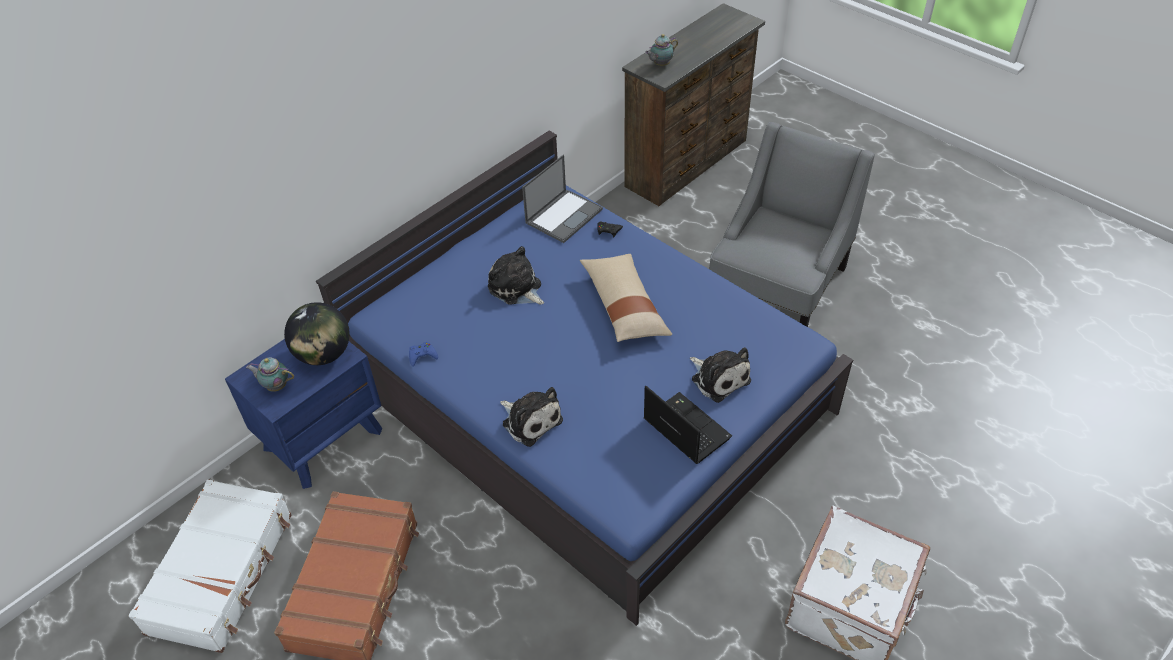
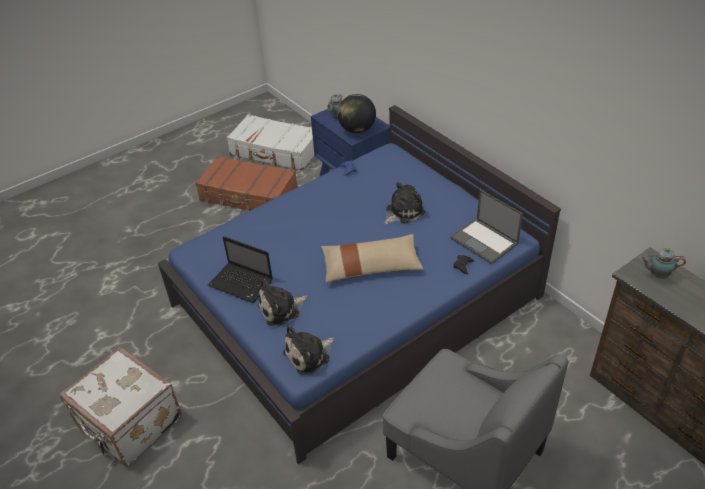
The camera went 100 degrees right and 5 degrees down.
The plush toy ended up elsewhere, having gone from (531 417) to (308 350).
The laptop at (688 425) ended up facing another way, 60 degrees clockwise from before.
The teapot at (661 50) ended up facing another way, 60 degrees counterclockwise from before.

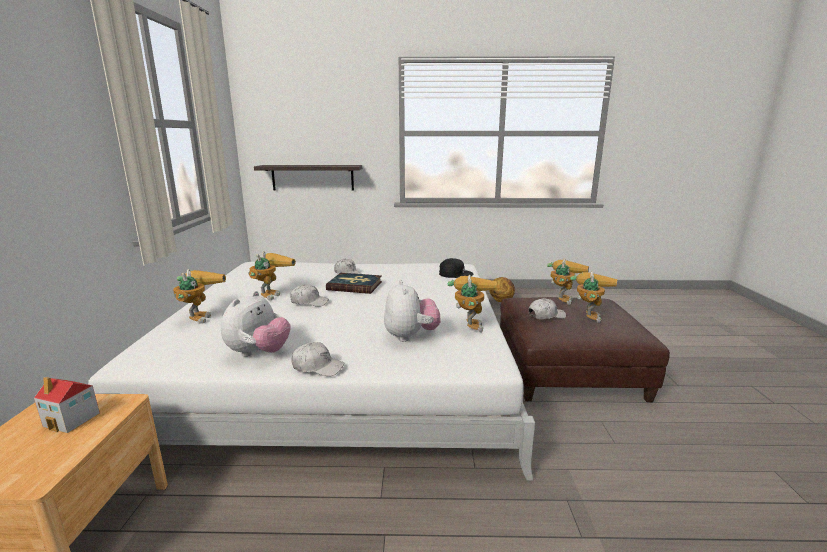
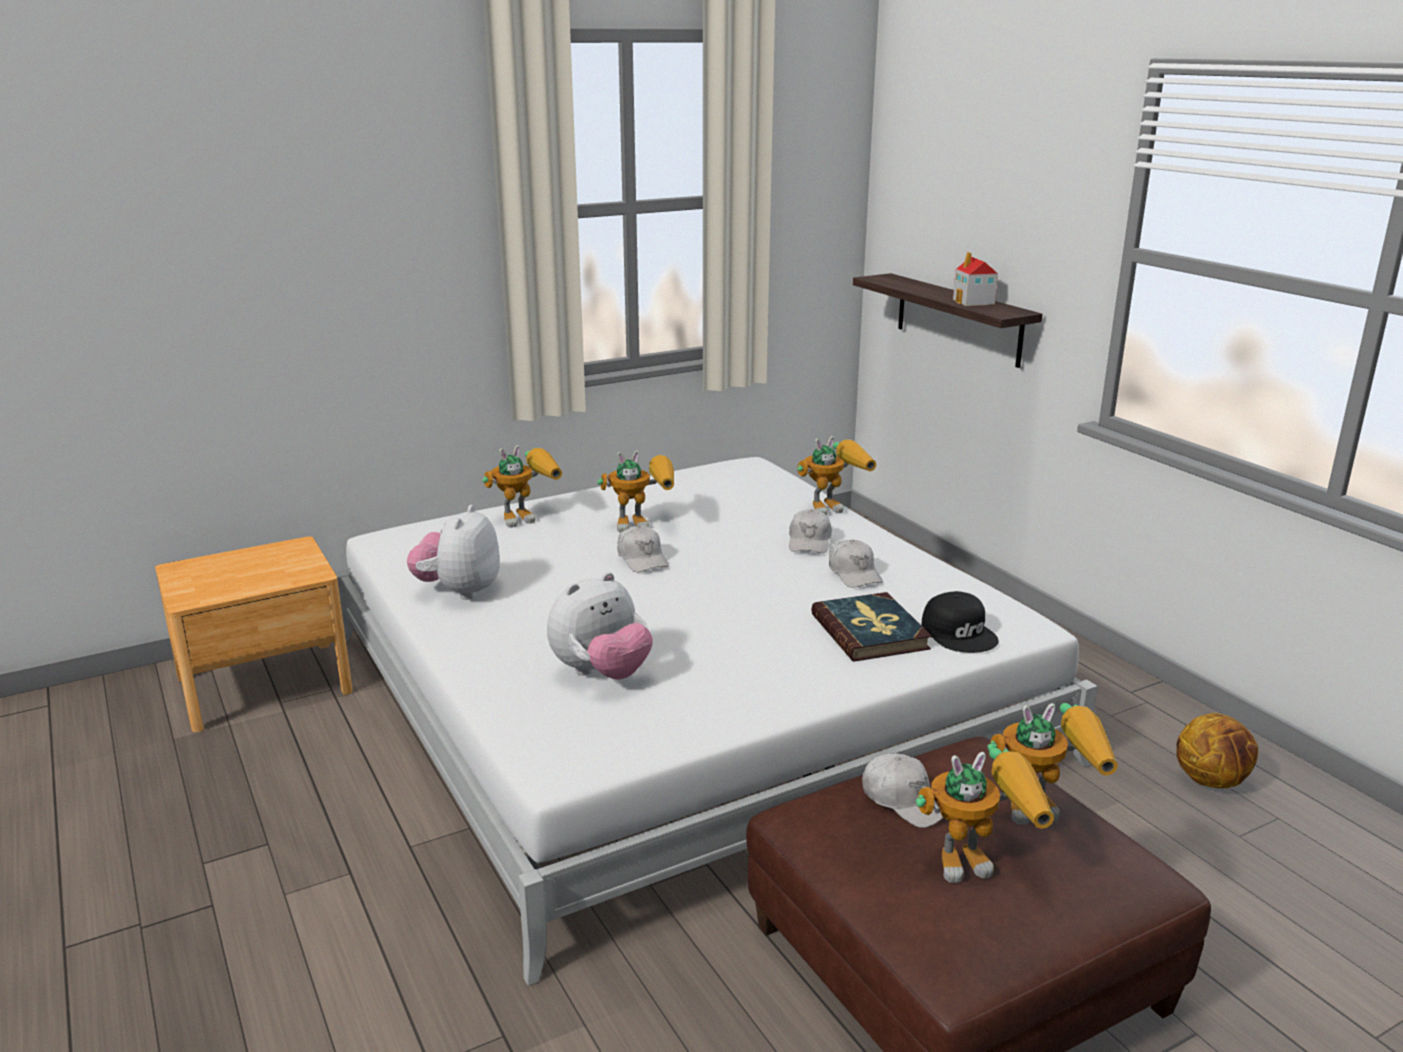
The camera went 60 degrees right and 5 degrees up.
The toy house ended up elsewhere, having gone from (67 405) to (975 279).
The plush toy at (256 324) ended up facing another way, 105 degrees clockwise from before.
The cap (white) ended up elsewhere, having gone from (318 359) to (856 564).
The book ended up elsewhere, having gone from (354 283) to (871 627).
The toy robot ended up elsewhere, having gone from (472 303) to (836 475).

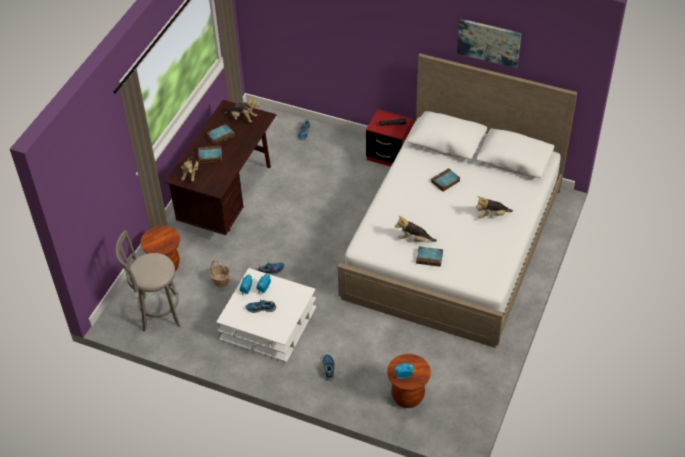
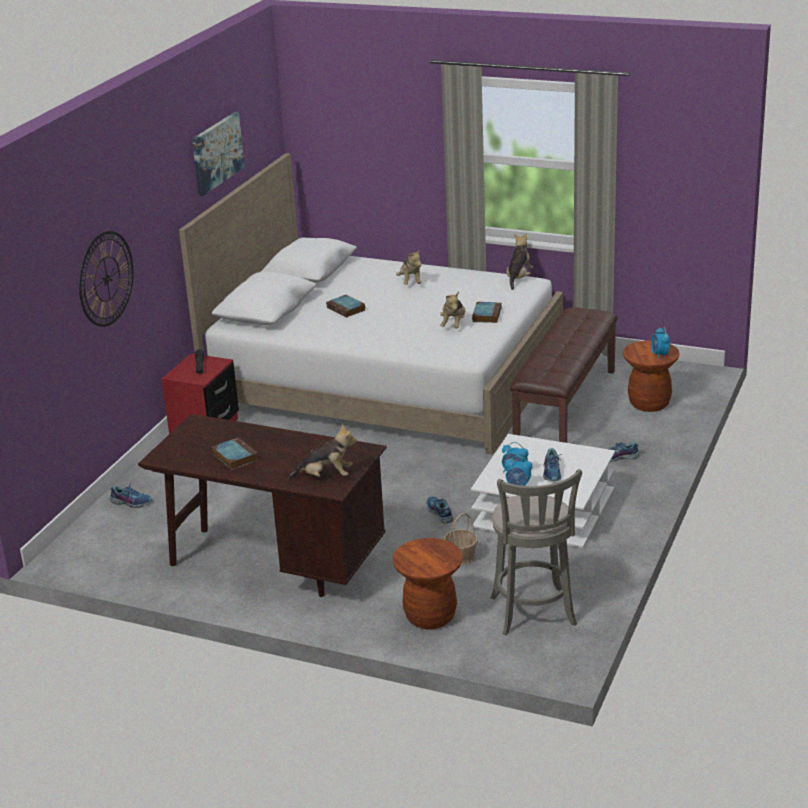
The camera went 90 degrees left and 20 degrees down.
The second view lost the book at (210 154).
The plush toy ended up elsewhere, having gone from (242 108) to (519 262).
The second view gained the wall clock at (106 279).
The second view gained the bench (brown) at (564 375).

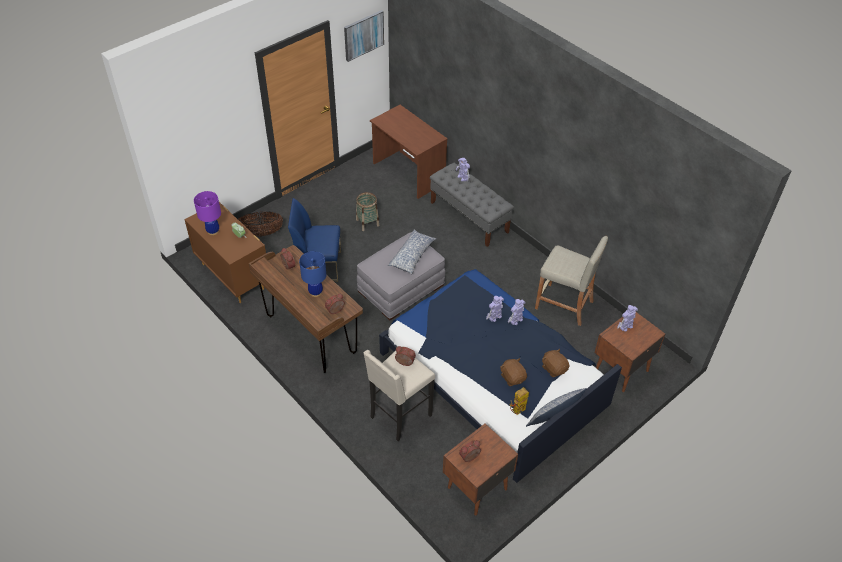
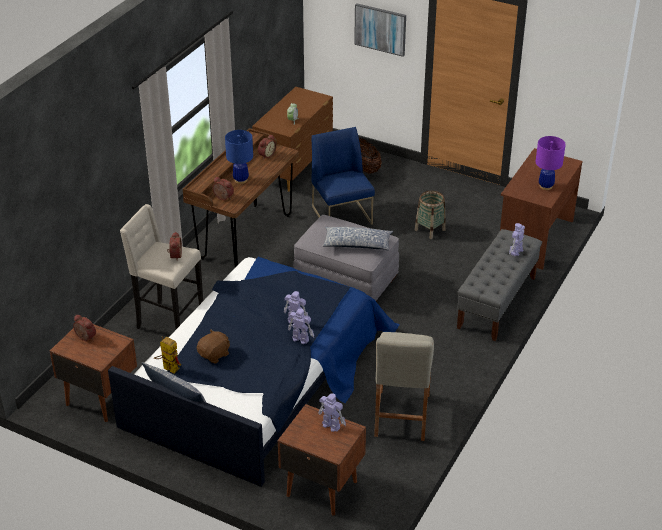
The camera went 70 degrees right and 10 degrees down.
The table lamp (purple) ended up elsewhere, having gone from (207 213) to (551 163).
The picture ended up elsewhere, having gone from (364 36) to (380 30).
The second view lost the plush toy (brown) at (555 363).

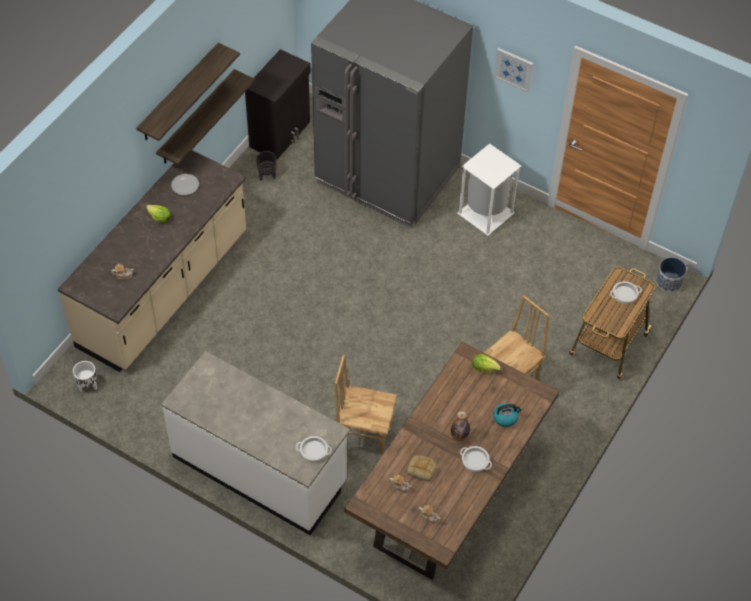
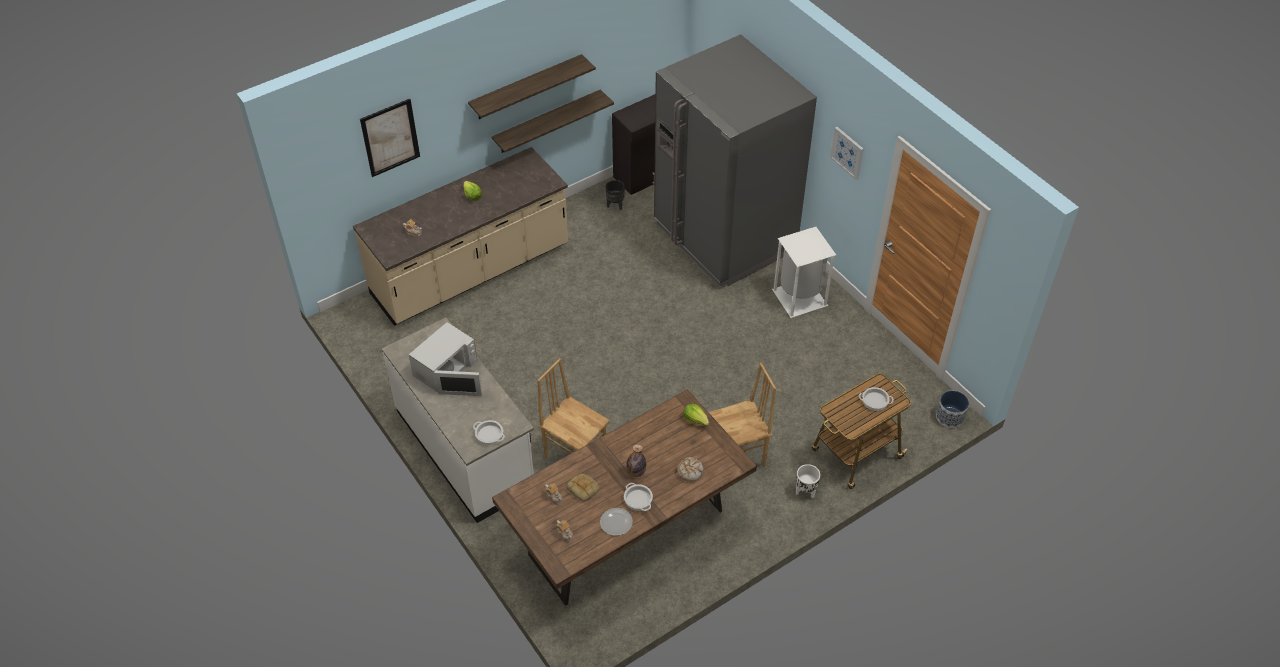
The camera went 25 degrees right and 5 degrees down.
The planter (white) ended up elsewhere, having gone from (85 376) to (808 481).
The plate ended up elsewhere, having gone from (185 184) to (616 522).
Where the kettle stood at (508 415), the bread came to stand at (690 469).
The second view gained the picture at (390 138).
The second view gained the microwave (white) at (445 359).

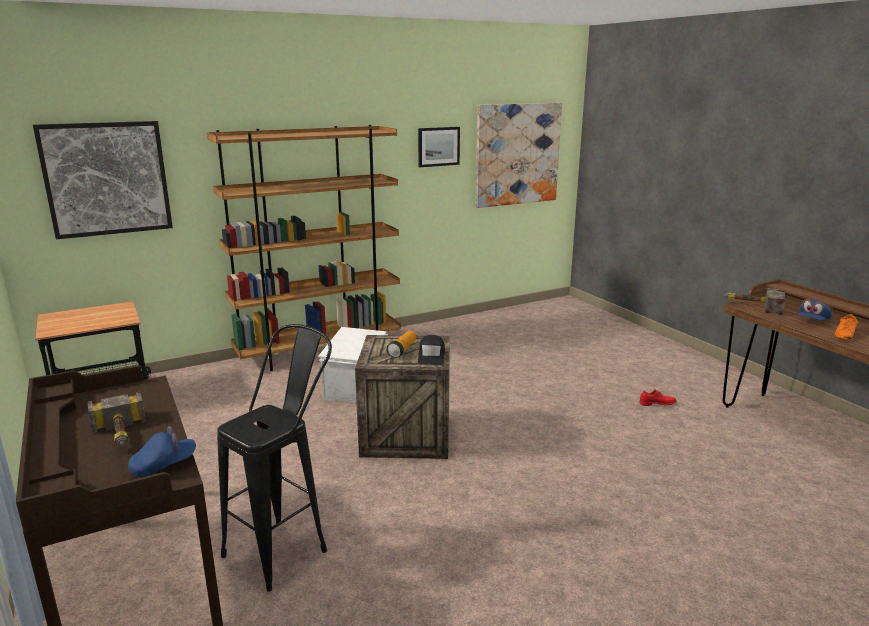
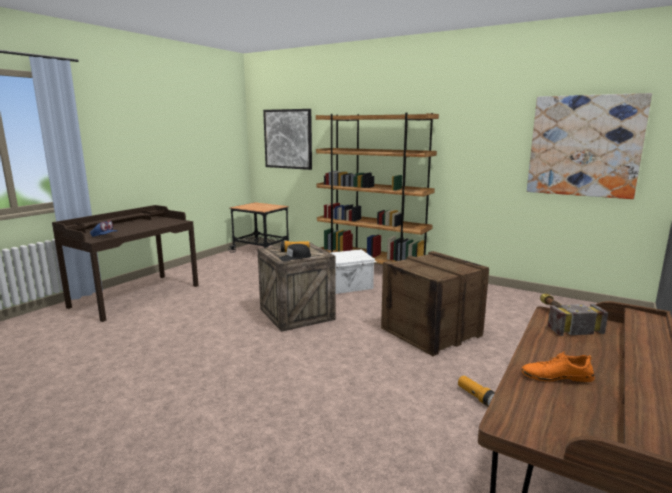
The camera went 60 degrees right and 5 degrees down.
The second view lost the hammer at (117 419).
The second view lost the stool (black) at (274 458).
The second view lost the picture at (439 147).
Where the shoe (red) stood at (658 397), the flashlight came to stand at (476 391).
The second view lost the cap (blue) at (814 310).
The second view gained the crate at (435 303).

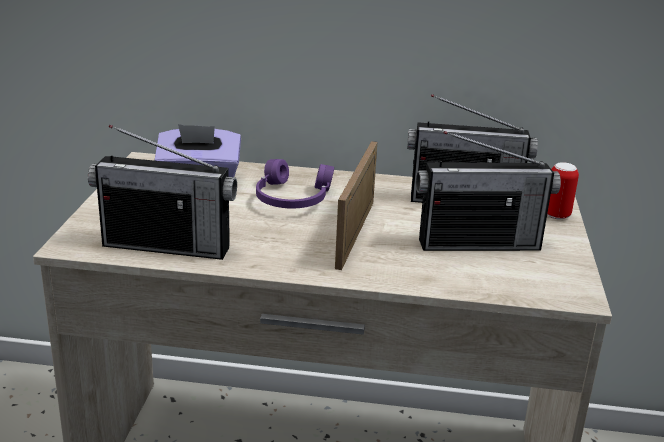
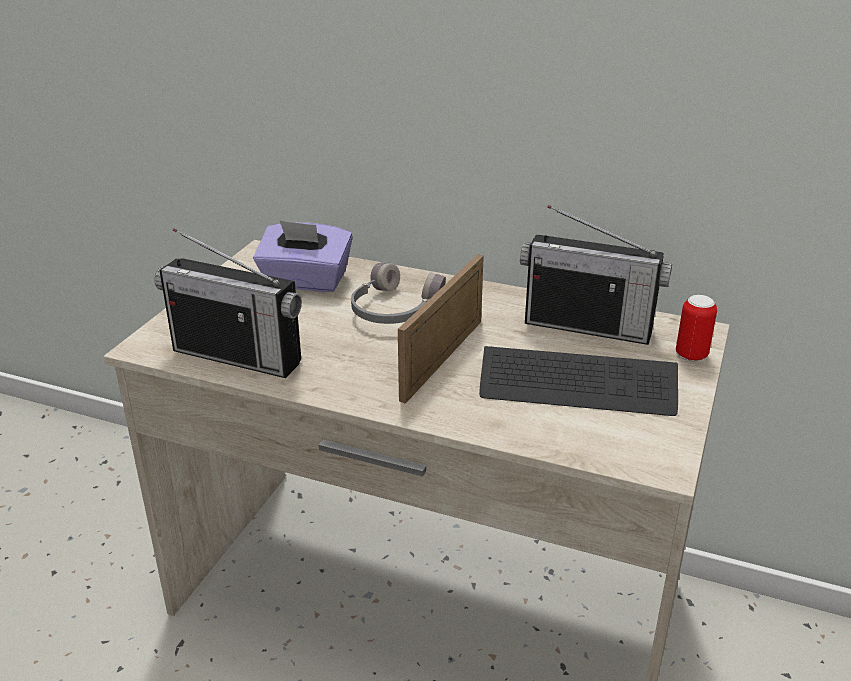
The camera went 15 degrees right and 5 degrees up.
What was the headphones (purple) at (295 183) turned into the headphones (grey) at (398 293).
Where the radio stood at (488 191), the keyboard came to stand at (578 381).

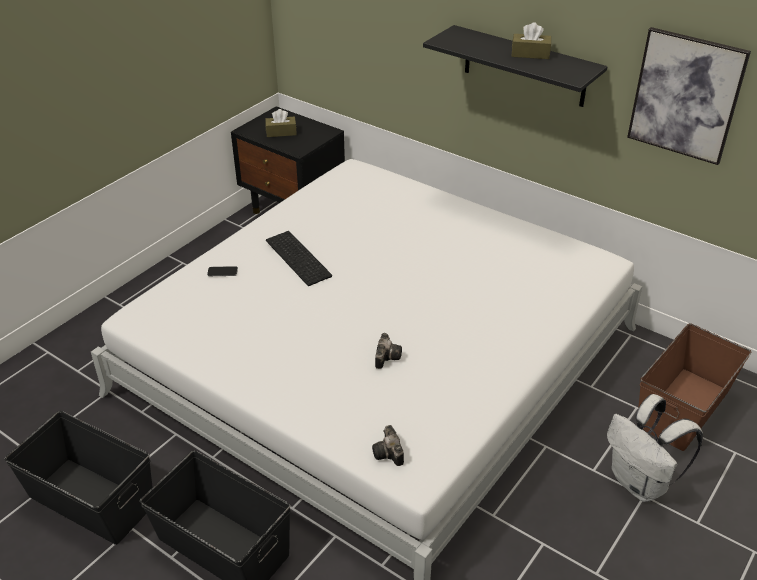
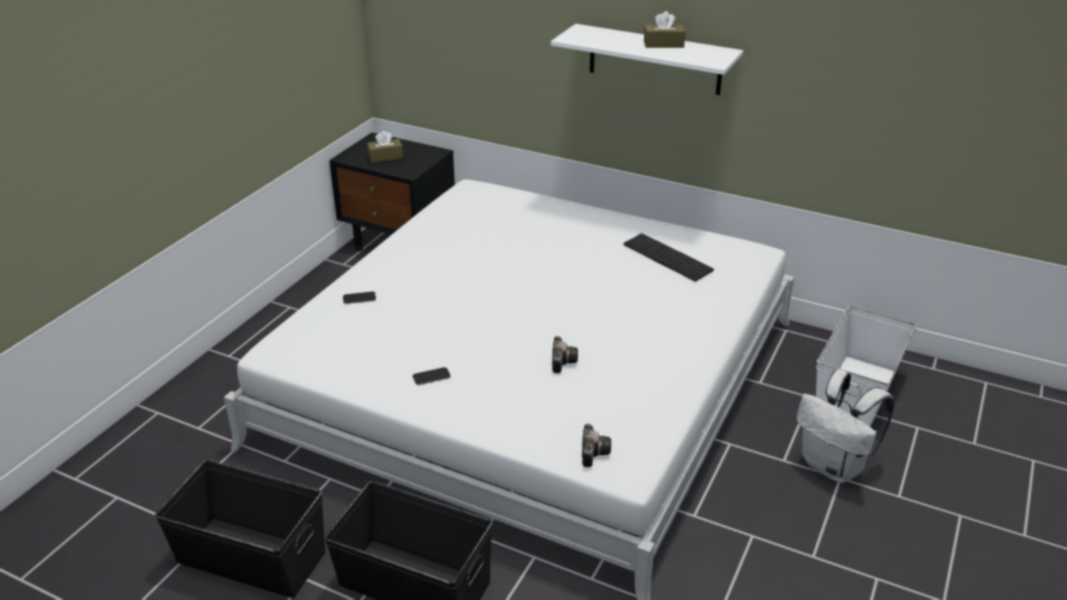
The camera went 10 degrees left and 5 degrees down.
The keyboard ended up elsewhere, having gone from (299 258) to (668 257).
The photo camera at (388 445) ended up facing another way, 150 degrees counterclockwise from before.
What was the shelf (black) at (515 66) turned into the shelf (white) at (647 59).
The second view lost the picture at (689 96).
What was the storage box (brown) at (694 387) turned into the storage box (white) at (866 366).
The second view gained the phone at (431 376).

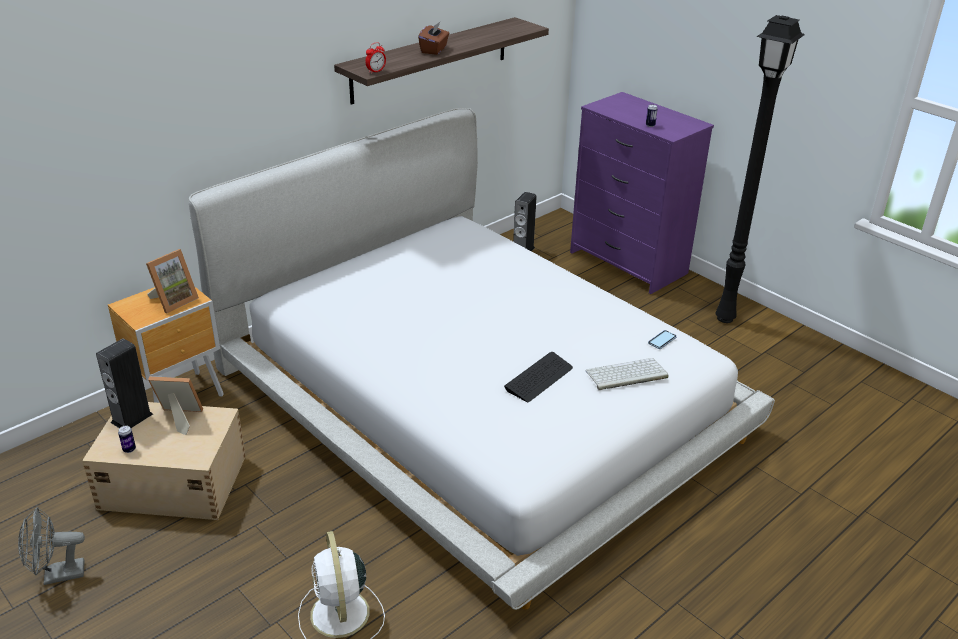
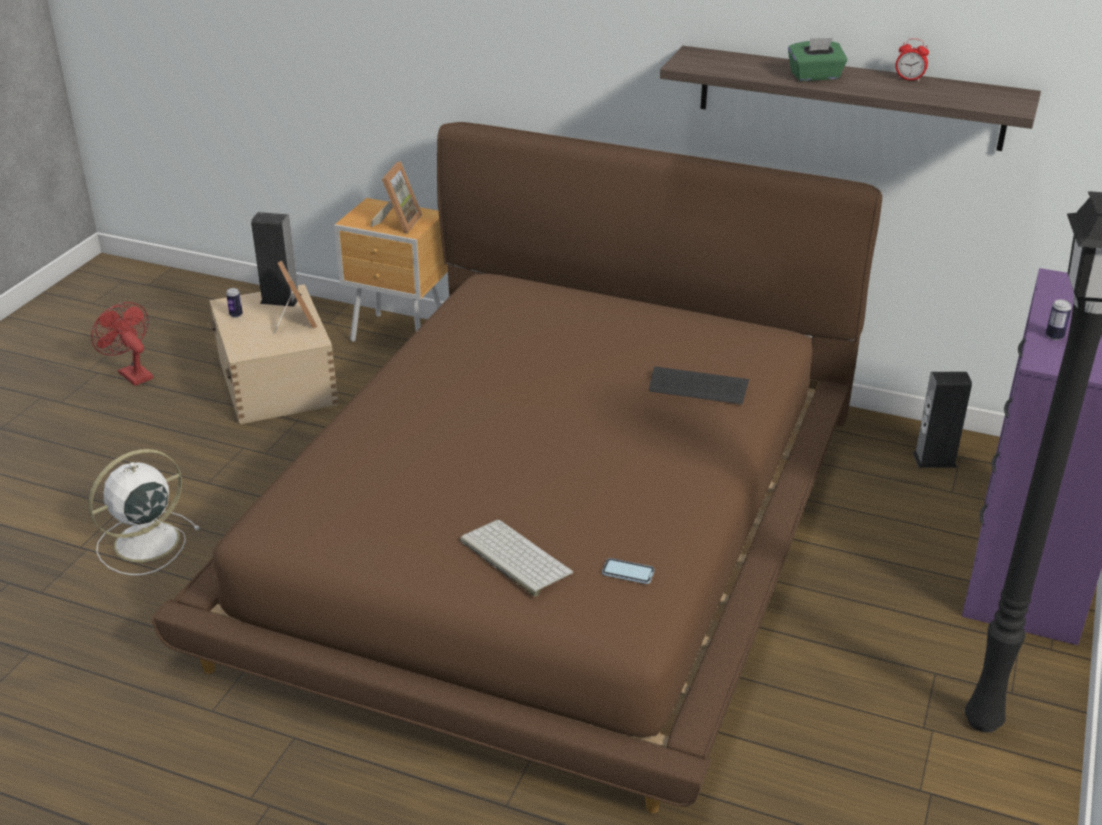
The camera went 65 degrees right and 0 degrees up.
What was the fan (grey) at (51 546) turned into the fan (red) at (122 344).
The picture frame at (172 281) ended up facing another way, 90 degrees counterclockwise from before.
What was the bed (white) at (482 359) turned into the bed (brown) at (517 467).
The alarm clock ended up elsewhere, having gone from (375 58) to (912 60).
What was the tissue box (brown) at (433 38) turned into the tissue box (green) at (818 59).
The keyboard ended up elsewhere, having gone from (538 377) to (699 385).

